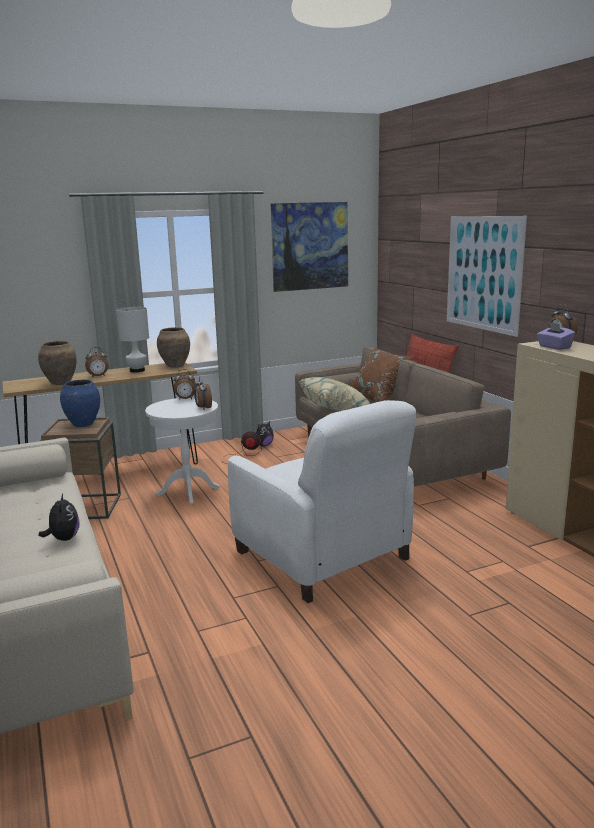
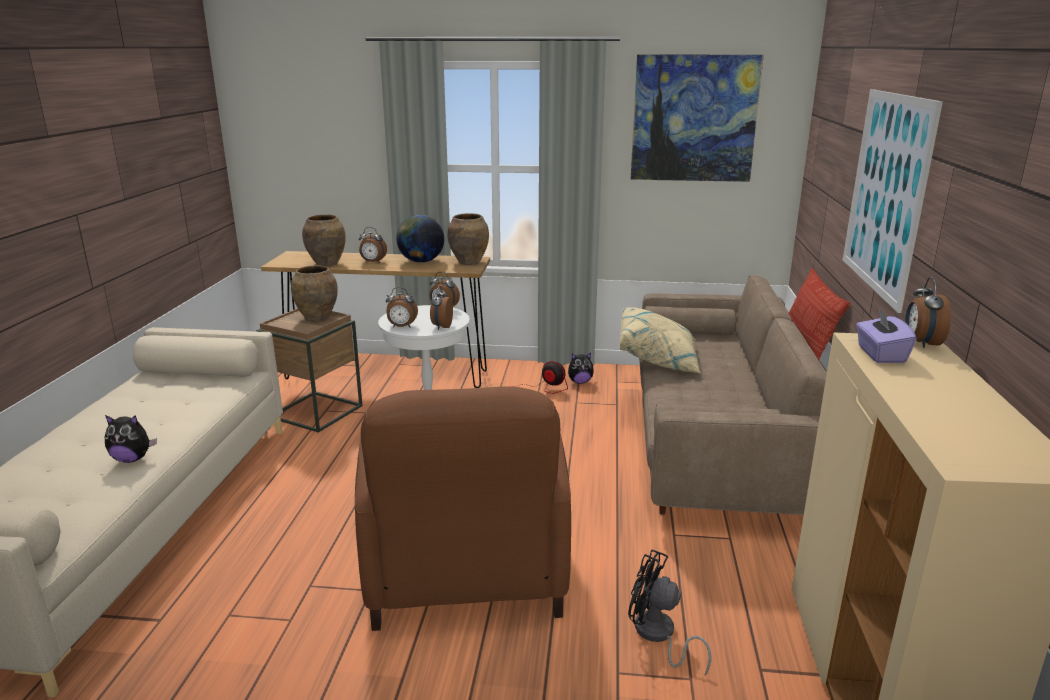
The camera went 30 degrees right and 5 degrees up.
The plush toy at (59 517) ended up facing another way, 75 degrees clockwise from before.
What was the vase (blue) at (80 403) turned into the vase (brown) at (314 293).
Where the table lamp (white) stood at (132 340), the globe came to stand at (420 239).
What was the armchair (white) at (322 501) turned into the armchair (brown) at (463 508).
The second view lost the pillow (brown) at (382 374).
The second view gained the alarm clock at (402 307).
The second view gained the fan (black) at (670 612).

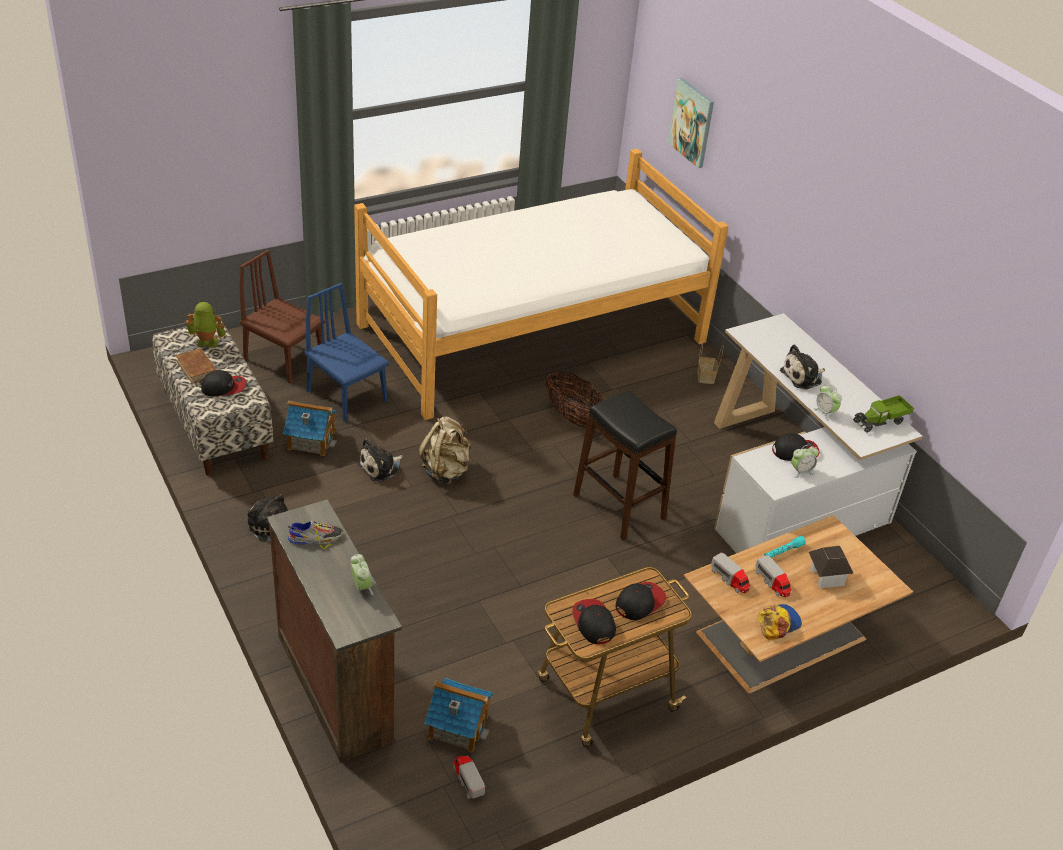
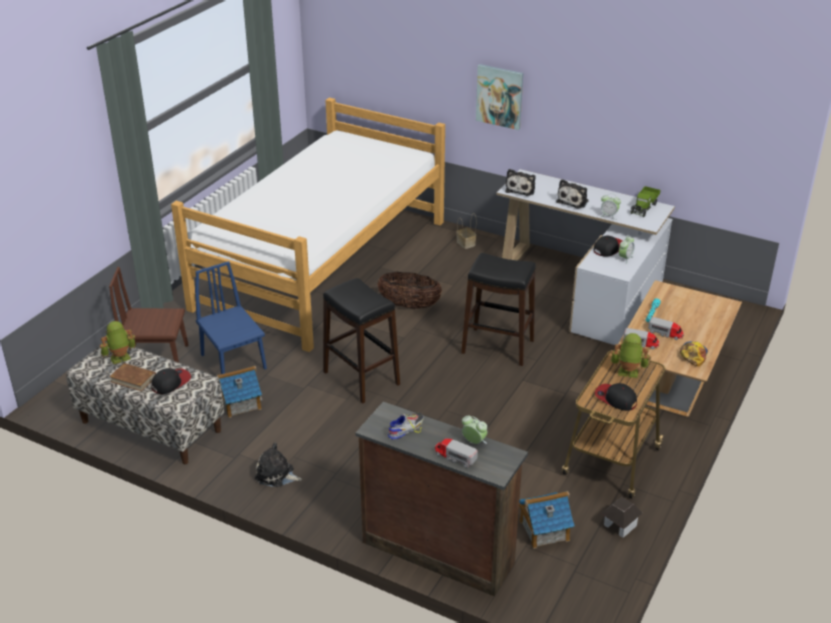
The camera went 30 degrees left and 5 degrees down.
The chair (blue) at (347 352) ended up facing another way, 45 degrees clockwise from before.
The plush toy ended up elsewhere, having gone from (380 460) to (520 182).
Where the backpack (beige) stood at (444 450), the stool (black) came to stand at (361 341).
The toy truck ended up elsewhere, having gone from (469 777) to (456 453).
Where the cap stood at (641 601), the toy robot came to stand at (630 355).
The picture ended up elsewhere, having gone from (691 123) to (499 97).
The toy house ended up elsewhere, having gone from (831 567) to (621 517).

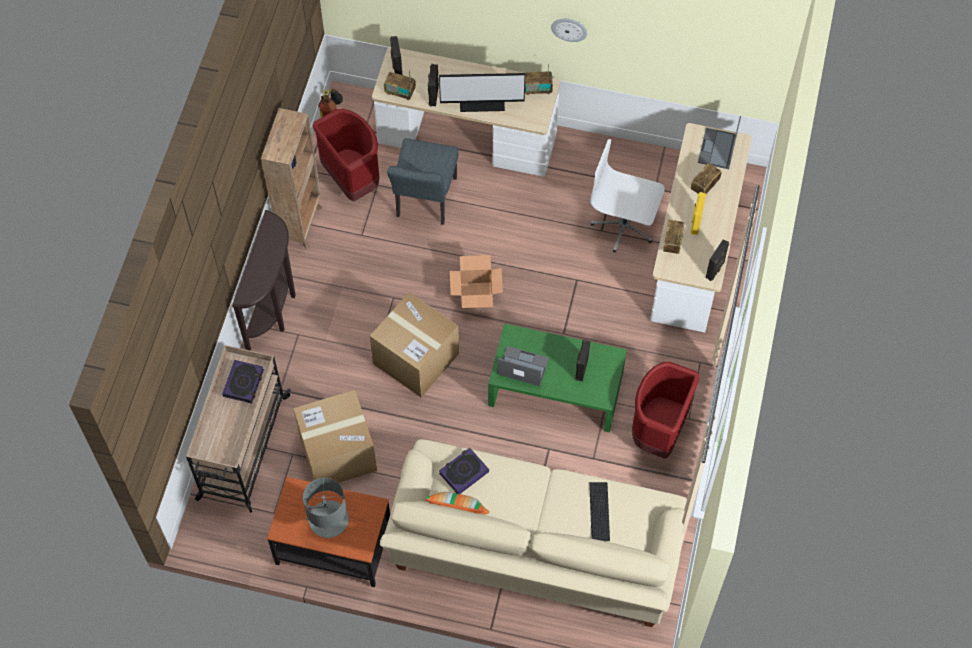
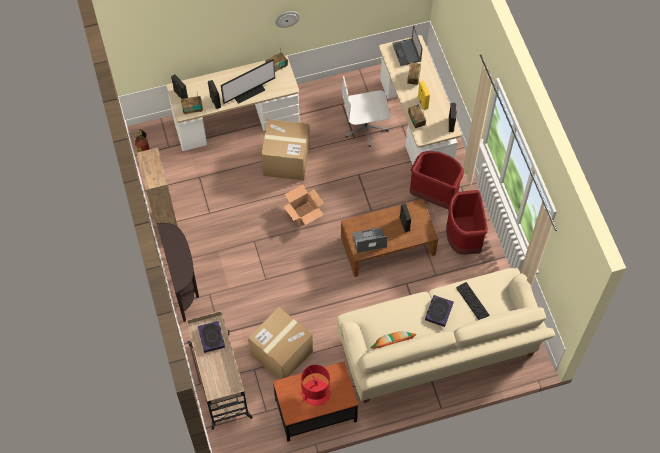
The camera went 30 degrees left and 0 degrees up.
What was the table lamp (grey) at (326 508) turned into the table lamp (red) at (315 385).
The trash can (red) ended up elsewhere, having gone from (346 155) to (437 180).
The cardboard box ended up elsewhere, having gone from (414 344) to (285 150).
The second view lost the chair (grey) at (423 181).
The book ended up elsewhere, having gone from (464 471) to (439 311).
What was the coffee table (green) at (557 378) turned into the coffee table (brown) at (389 238).

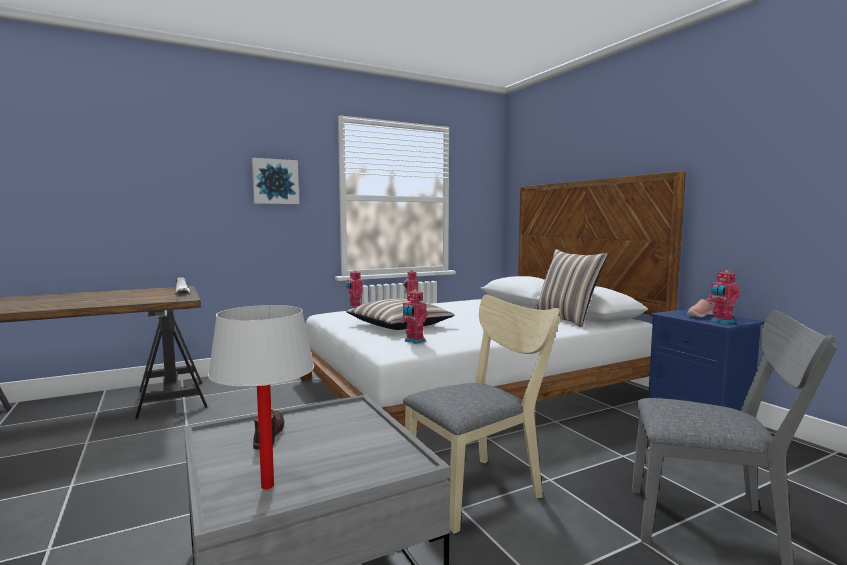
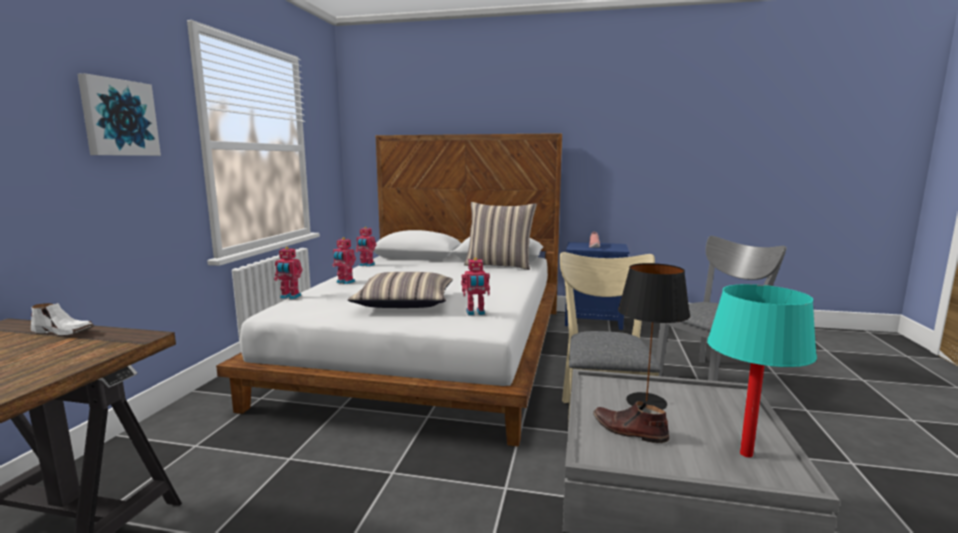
The camera went 50 degrees left and 5 degrees up.
What was the table lamp (white) at (261 397) turned into the table lamp (turquoise) at (762 371).
The toy robot ended up elsewhere, having gone from (724 297) to (366 247).
The second view gained the table lamp (black) at (654 336).

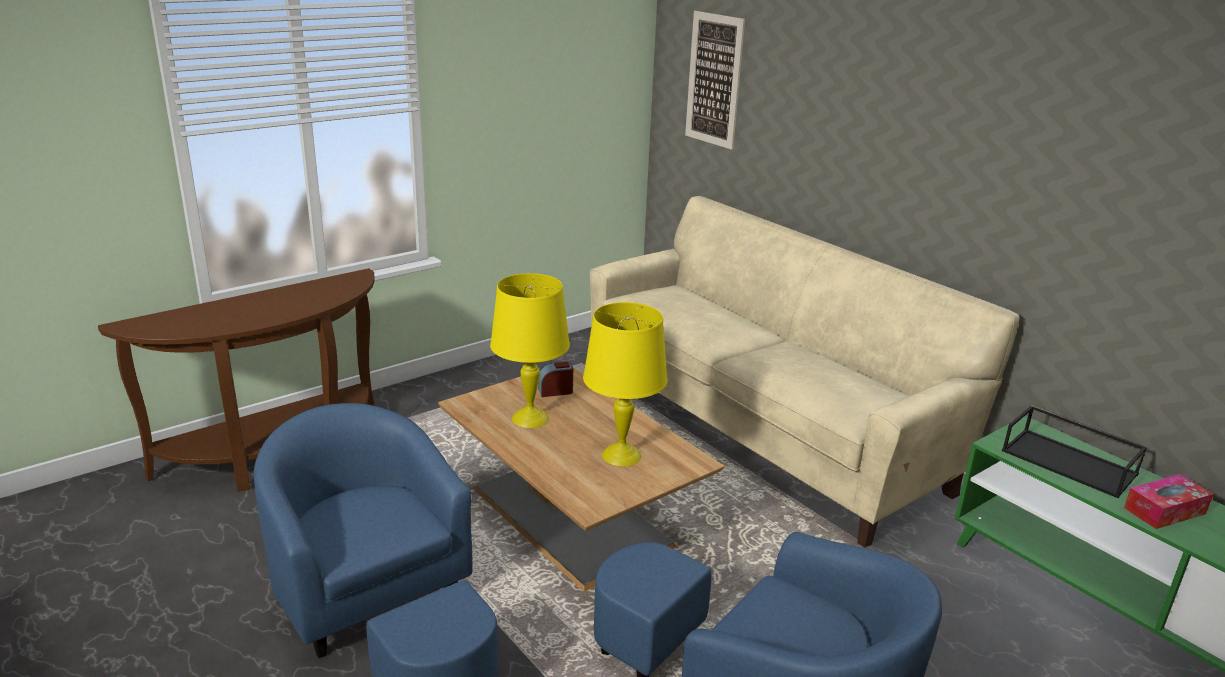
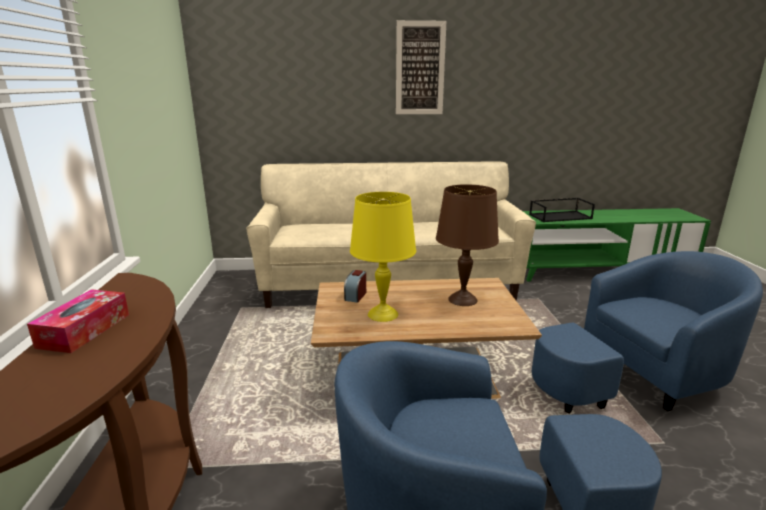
The camera went 55 degrees left and 5 degrees down.
What was the table lamp (yellow) at (625 384) turned into the table lamp (brown) at (467 245).
The picture ended up elsewhere, having gone from (715 80) to (421 67).
The tissue box ended up elsewhere, having gone from (1169 501) to (78 321).

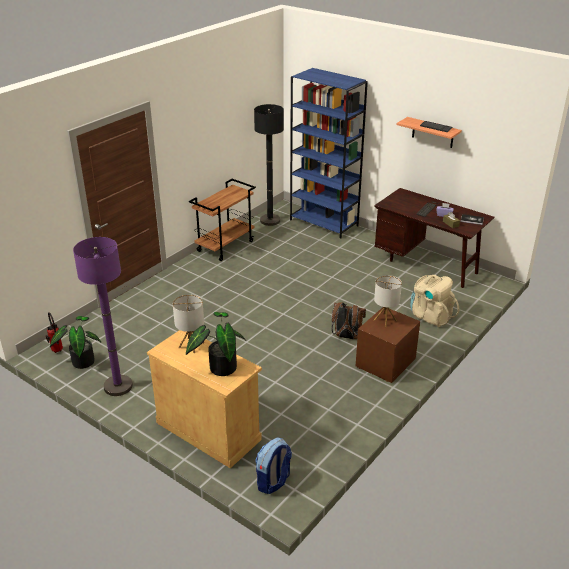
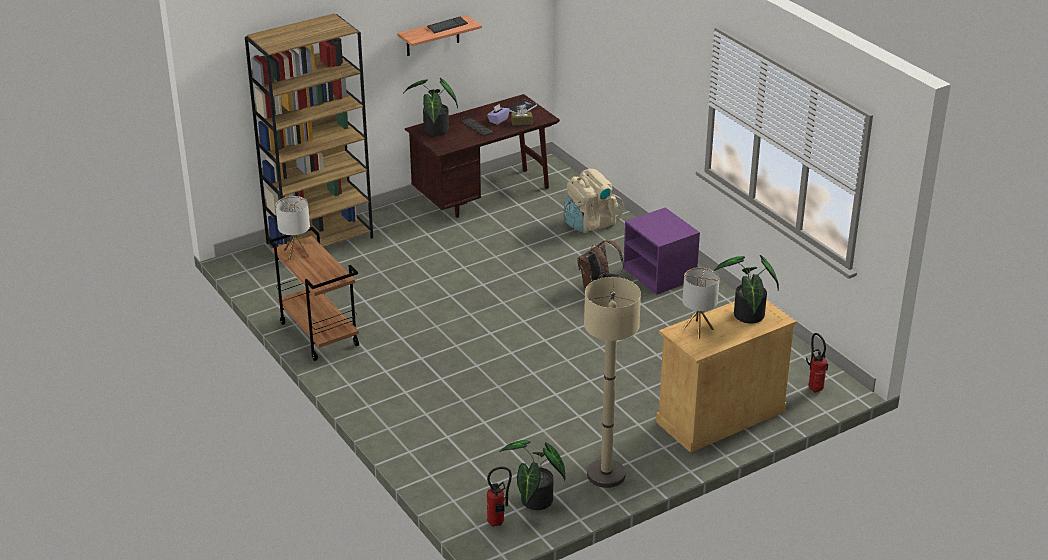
The camera went 70 degrees left and 0 degrees up.
What was the floor lamp (purple) at (103 316) turned into the floor lamp (beige) at (612 382).
The second view lost the floor lamp (black) at (269 165).
Where the backpack stood at (274 466), the fire extinguisher came to stand at (817 363).
What was the bookcase (blue) at (329 153) turned into the bookcase (brown) at (309 130).
What was the nightstand (brown) at (388 345) turned into the nightstand (purple) at (661 251).
The table lamp ended up elsewhere, having gone from (388 301) to (293 228).
The second view gained the potted plant at (430 107).

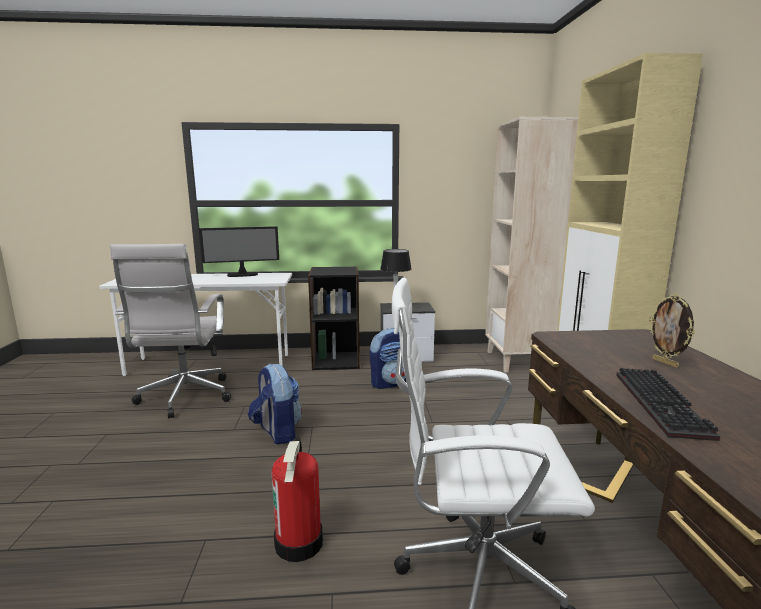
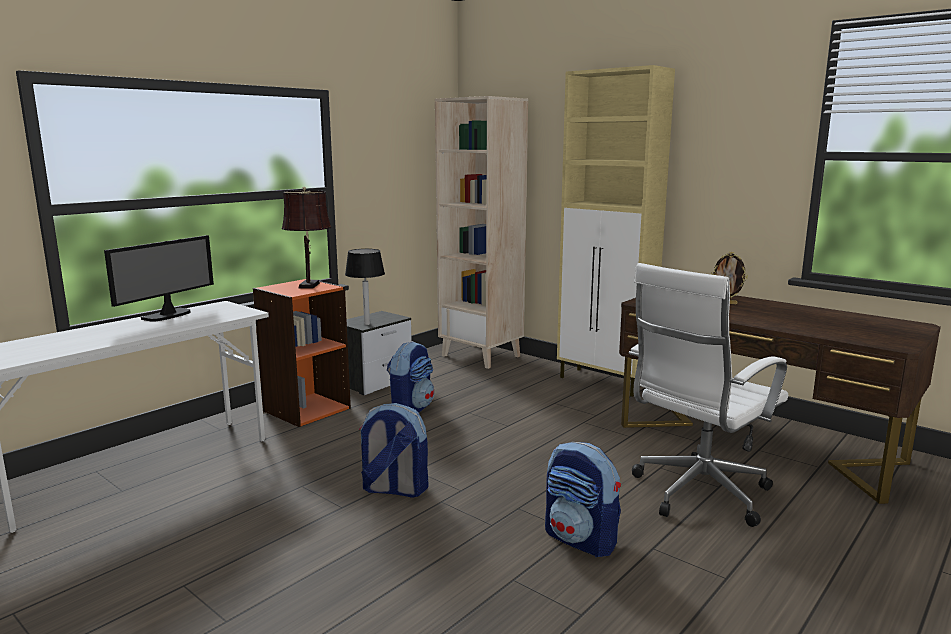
The camera went 45 degrees left and 0 degrees up.
The second view lost the office chair (white) at (170 331).
Where the fire extinguisher stood at (297 500), the backpack came to stand at (583 499).
What was the bookcase (black) at (334 318) turned into the bookcase (orange) at (302 353).
The second view lost the keyboard at (668 404).
The second view gained the table lamp (brown) at (306 238).

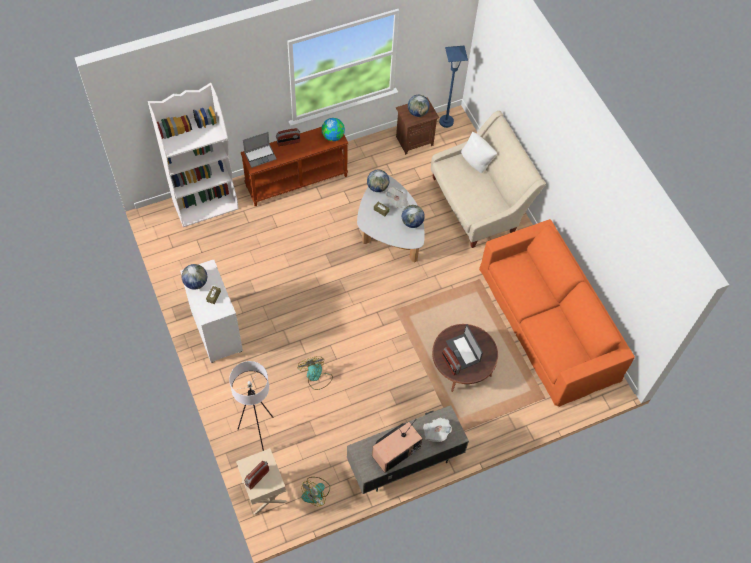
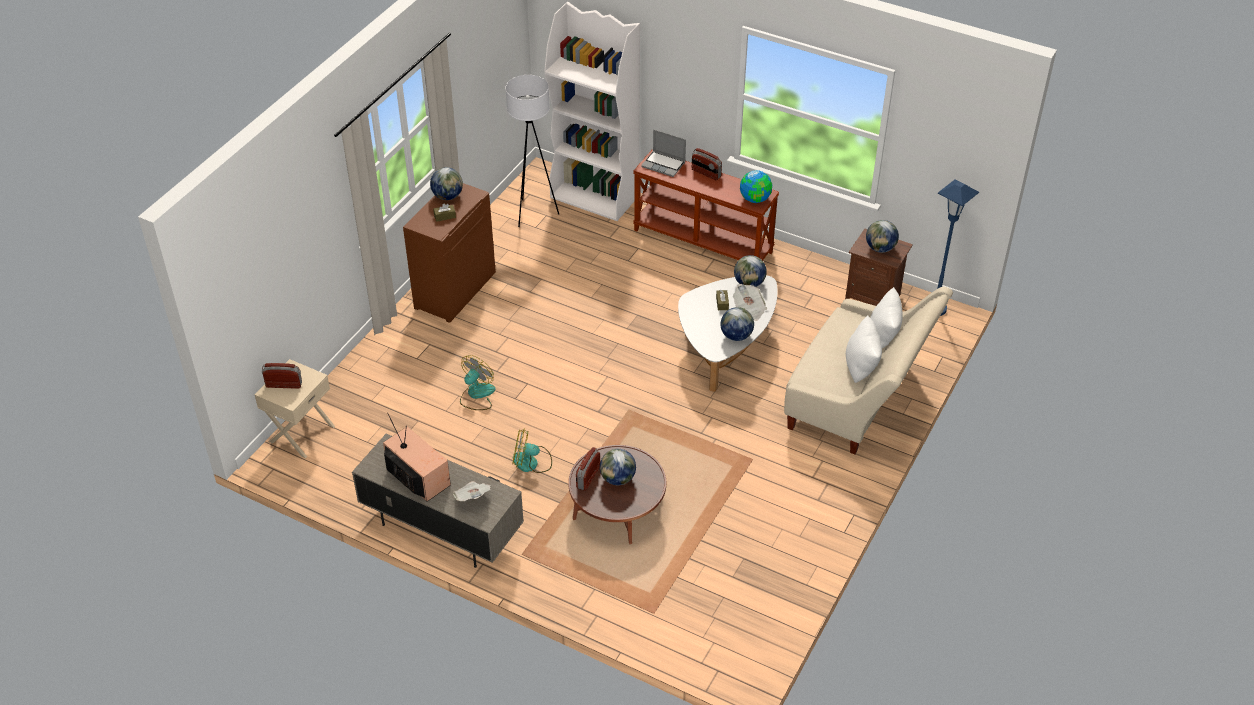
The camera went 55 degrees right and 15 degrees down.
What was the cabinet (white) at (211 311) turned into the cabinet (brown) at (449 253).
The floor lamp (white) ended up elsewhere, having gone from (251 406) to (532 151).
The fan ended up elsewhere, having gone from (315 491) to (532 450).
The television at (397 445) ended up facing another way, 150 degrees counterclockwise from before.
Where the laptop stood at (464 347), the globe came to stand at (618 467).
The second view lost the sofa (orange) at (557 313).
The second view gained the pillow (white) at (864 349).

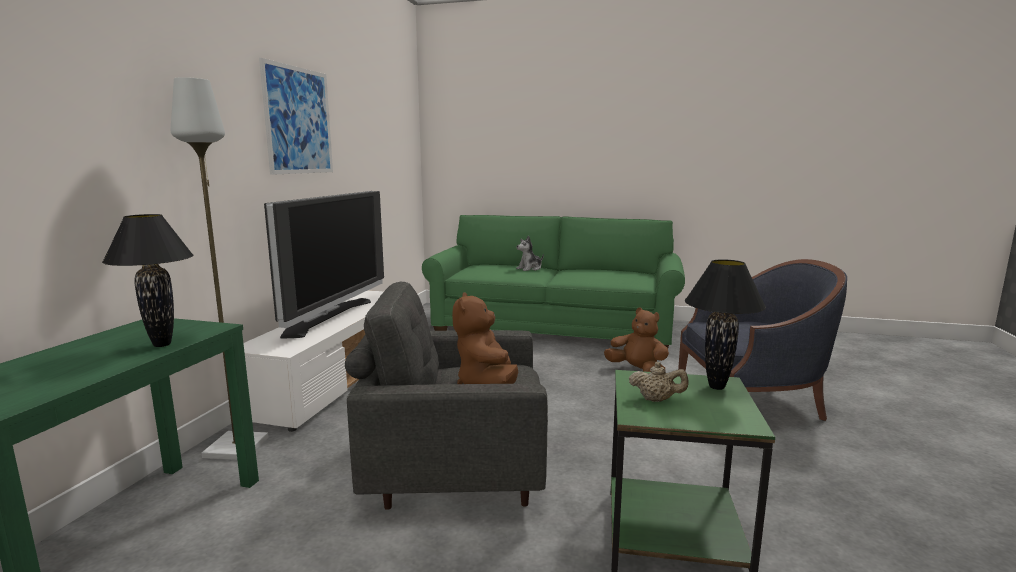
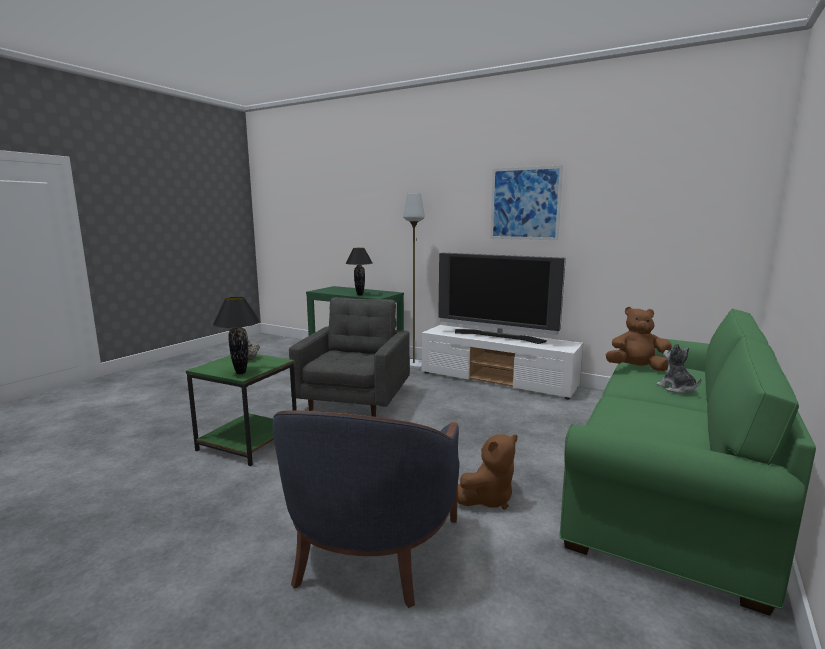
The camera went 105 degrees right and 0 degrees up.
The plush toy (brown) ended up elsewhere, having gone from (485 338) to (639 339).

